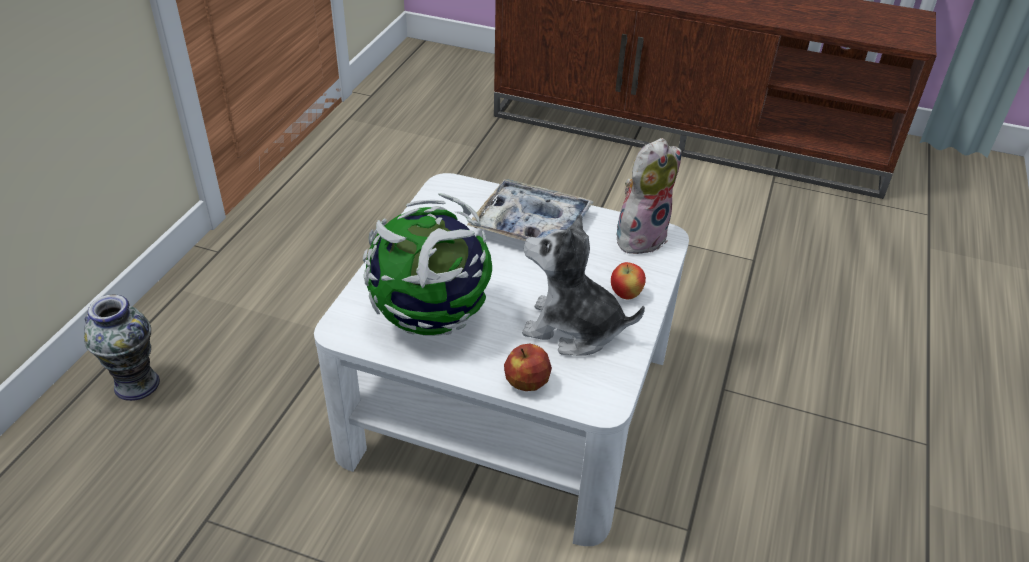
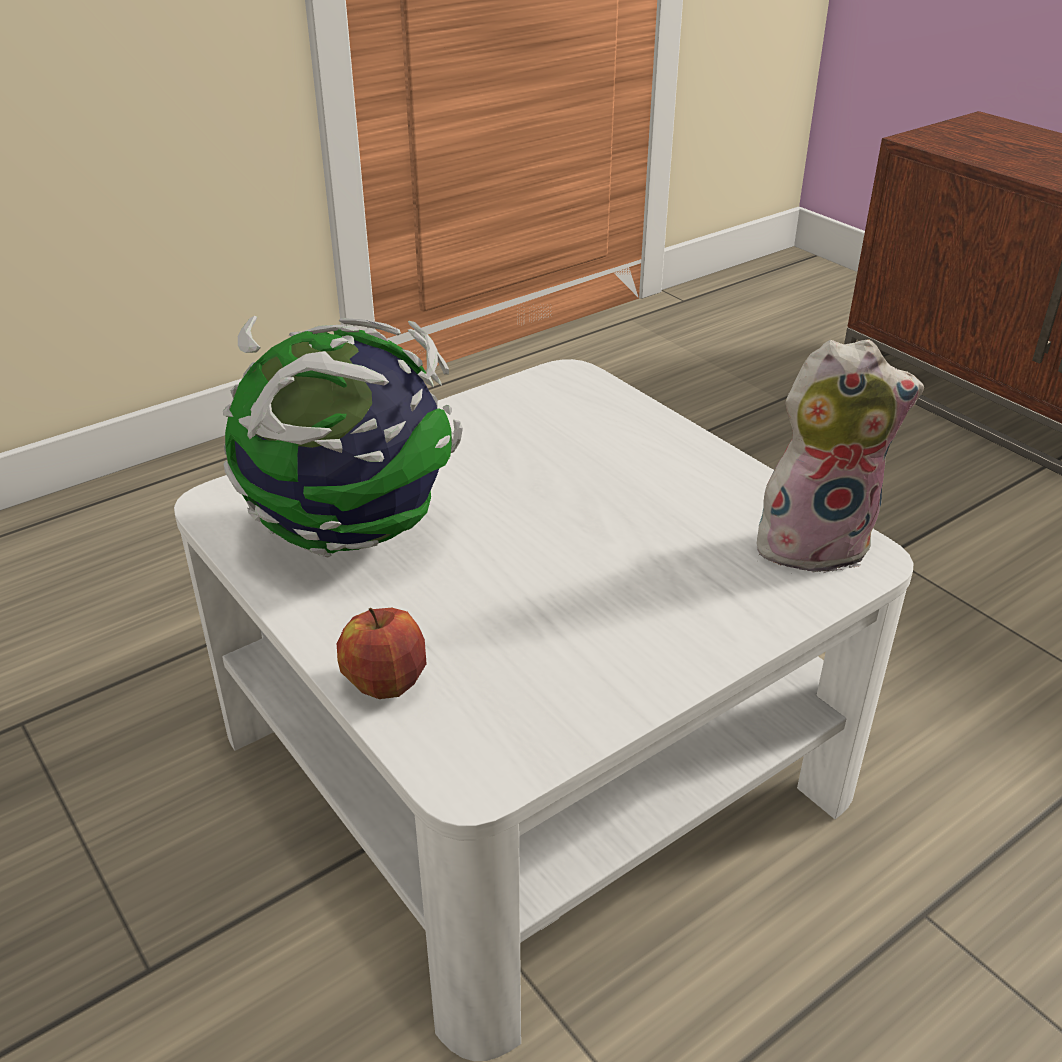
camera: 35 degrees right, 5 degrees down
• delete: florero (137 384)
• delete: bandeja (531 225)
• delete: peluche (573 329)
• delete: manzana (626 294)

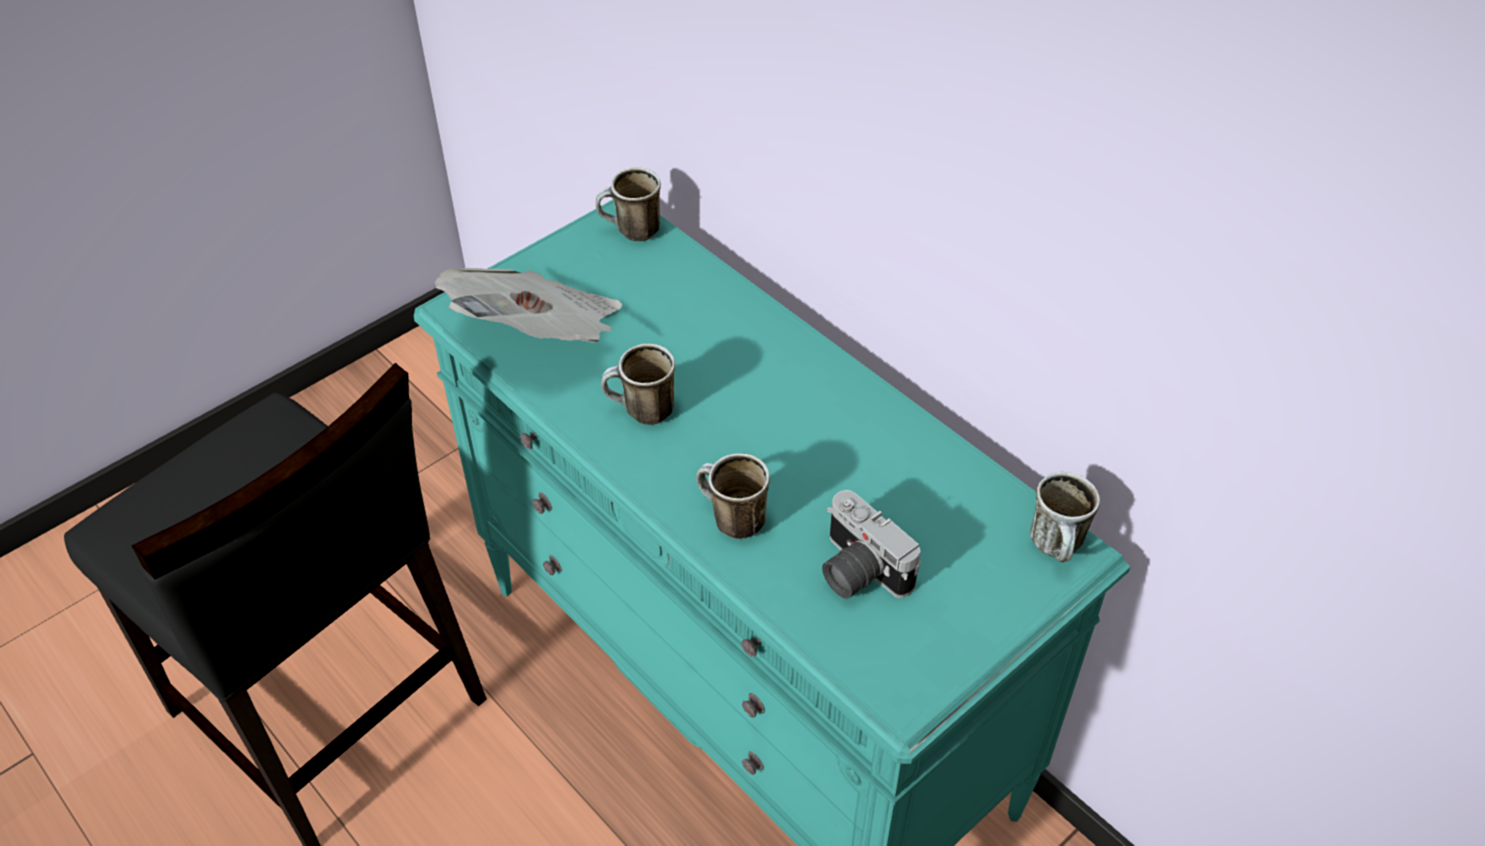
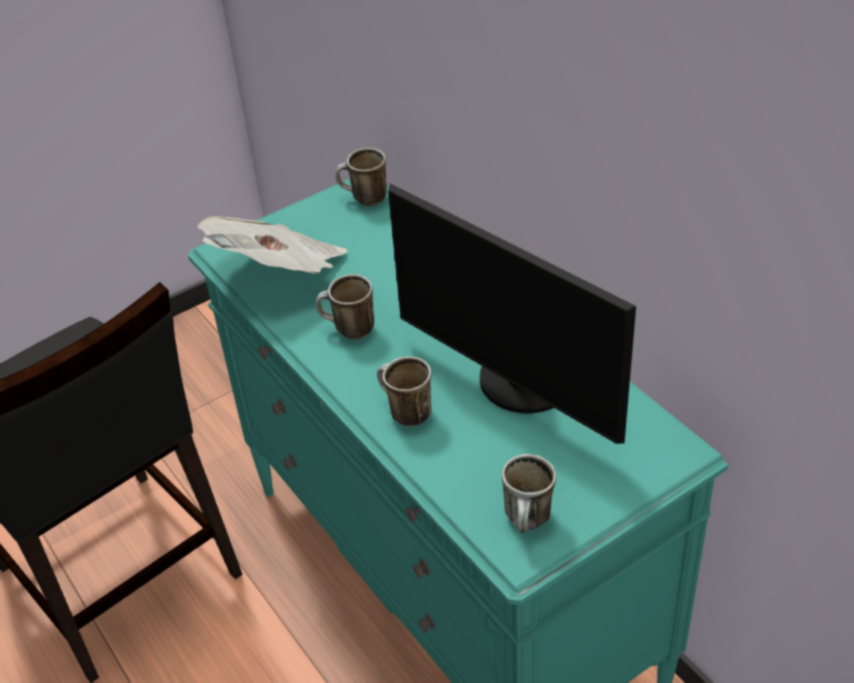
camera: 10 degrees right, 5 degrees down
• insert: monitor (520 385)
• move: taza grande (1058 549) to (529 522)
• delete: cámara (856 571)

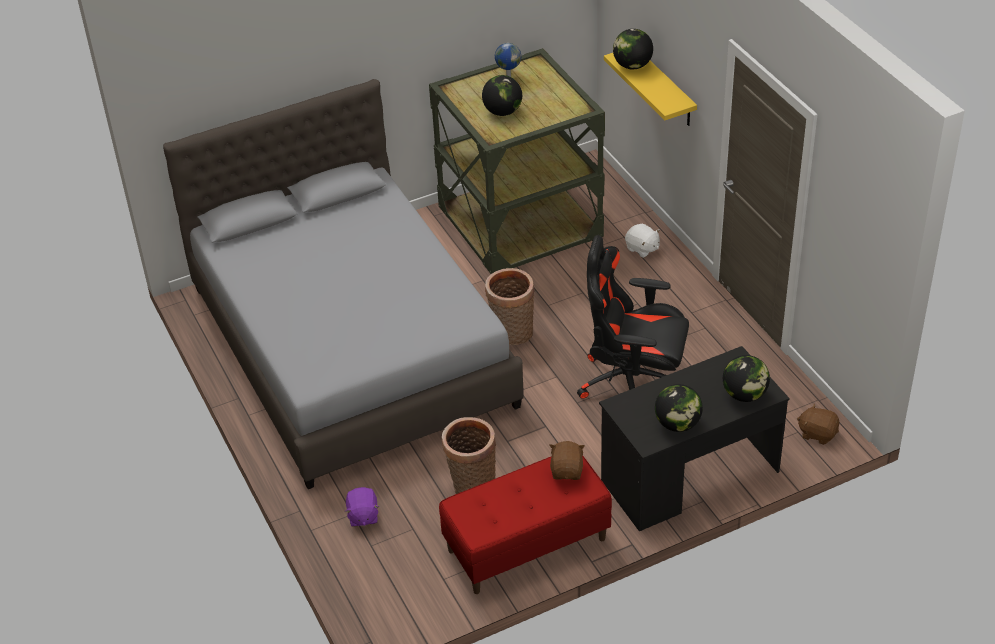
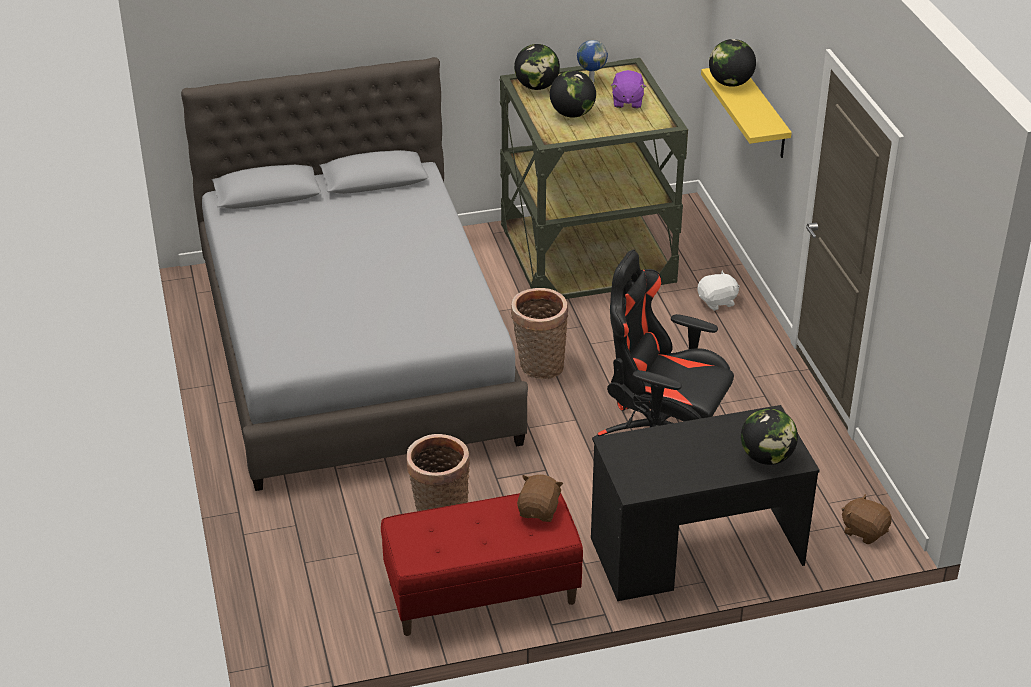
camera: 10 degrees right, 5 degrees down
• move: globo terráqueo (677 424) to (536 87)
• move: peluche/morado (362 516) to (627 102)
• rotate: peluche/blanco (642 249) = (717 302) 75 degrees counterclockwise

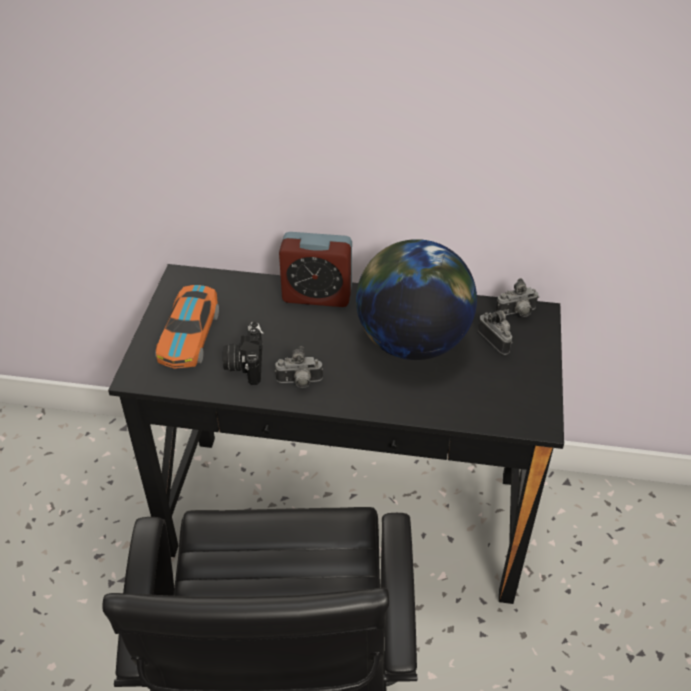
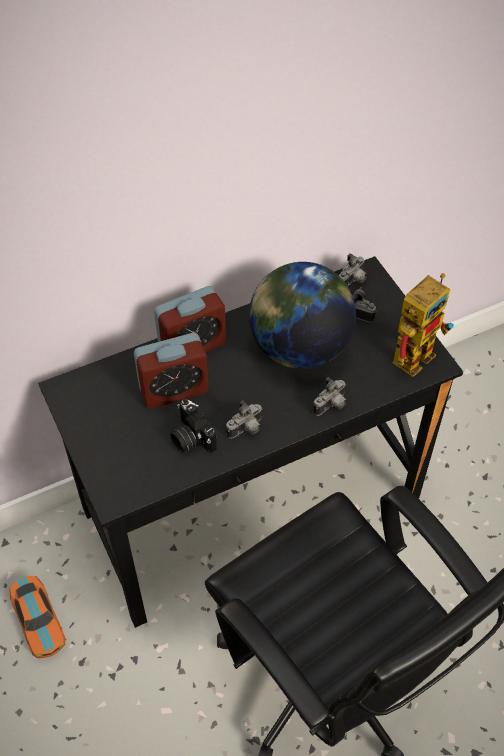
camera: 35 degrees left, 10 degrees up
• move: coche de juguete (189 335) to (38 620)
• insert: despertador (174 390)
• insert: cámara (331 406)
• insert: robot de juguete (416 351)

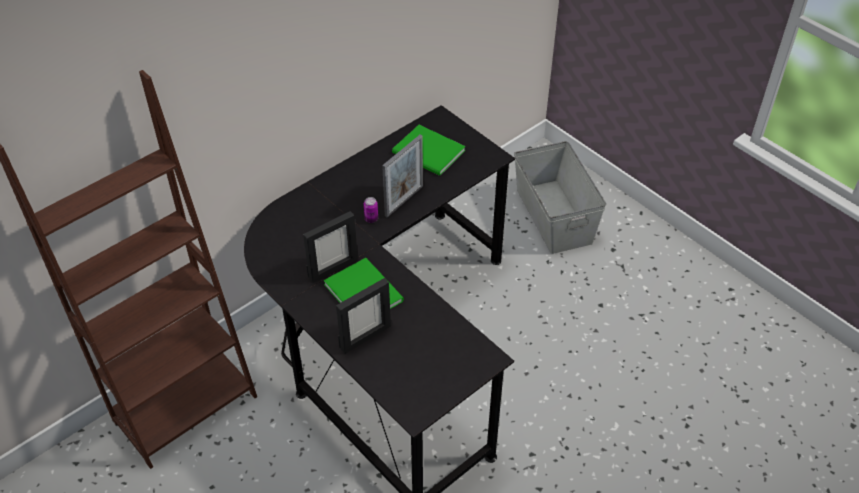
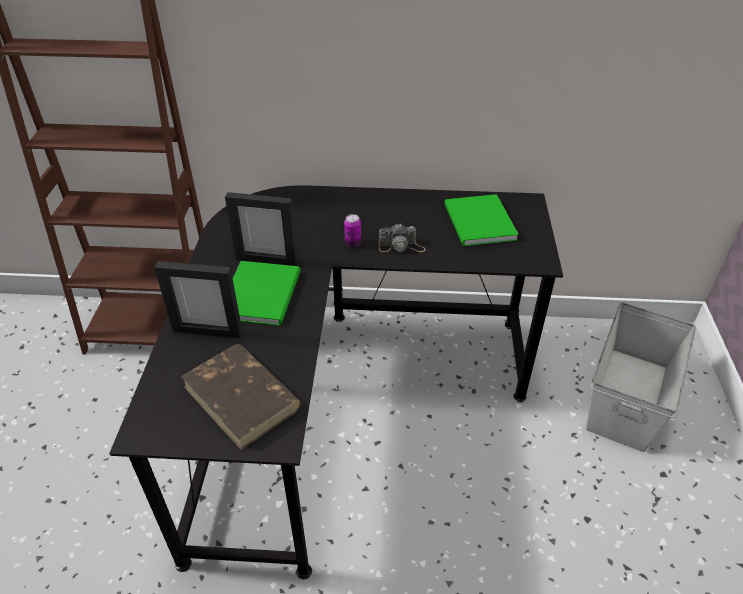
camera: 45 degrees right, 5 degrees down
• insert: libro/marrón (242 398)
• replace: portarretratos (404 201) to cámara (401 246)

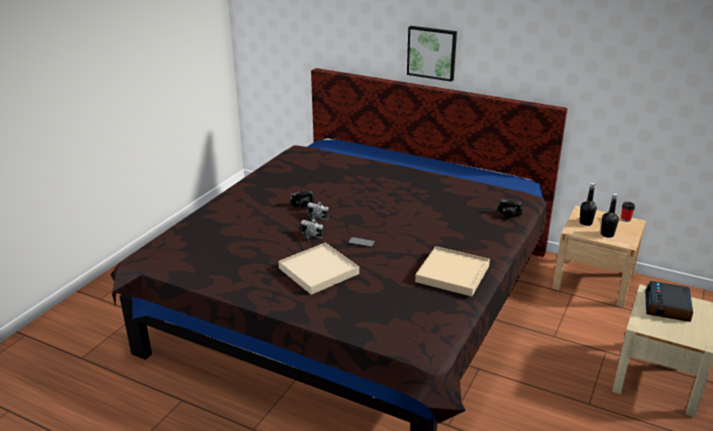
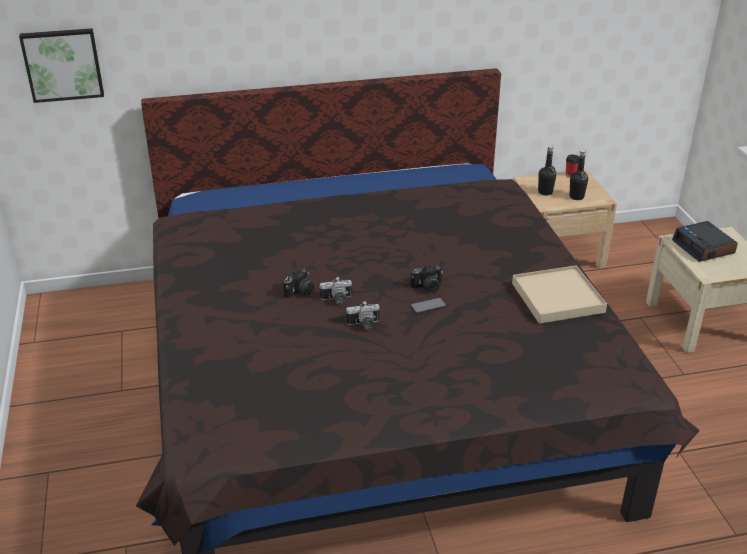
camera: 40 degrees left, 5 degrees up
• move: cuadro (432 52) to (63 64)
• move: cámara (508 215) to (427 287)
• delete: bandeja/beis (318 271)

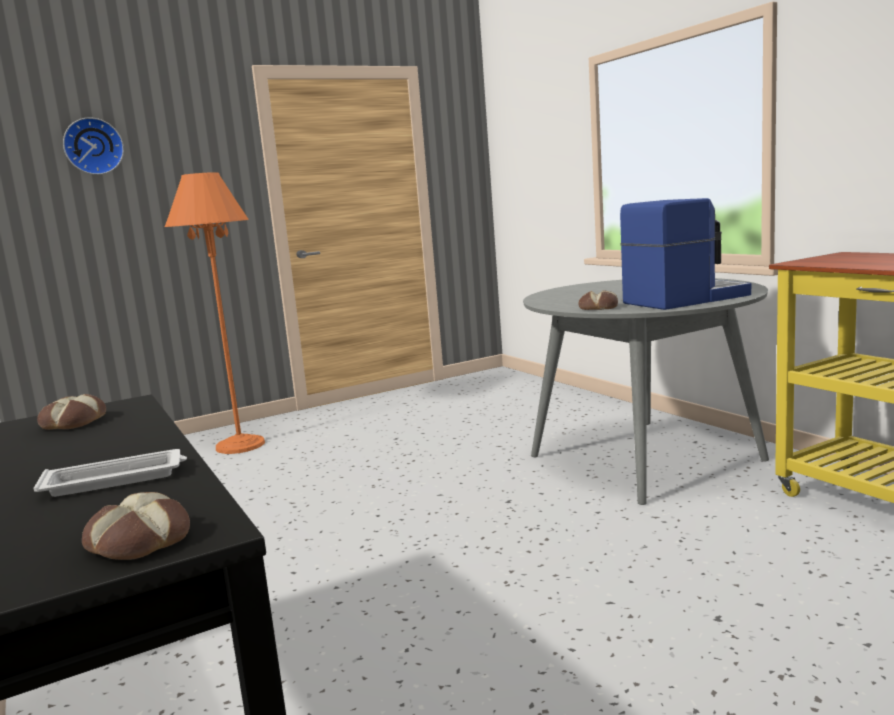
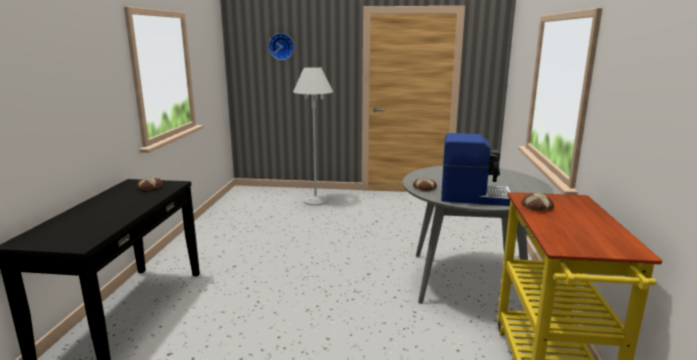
camera: 35 degrees right, 5 degrees up
• recolor: lámpara de pie/naranja (240 445) to lámpara de pie/blanco (315 201)
• move: pan (138 541) to (536 207)
• delete: bandeja/blanco (116 480)

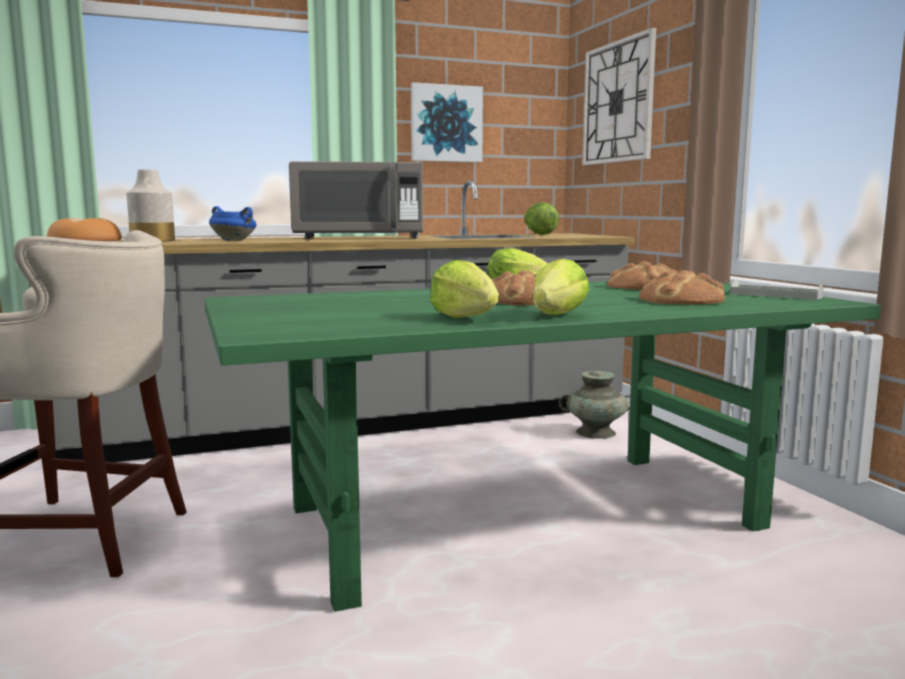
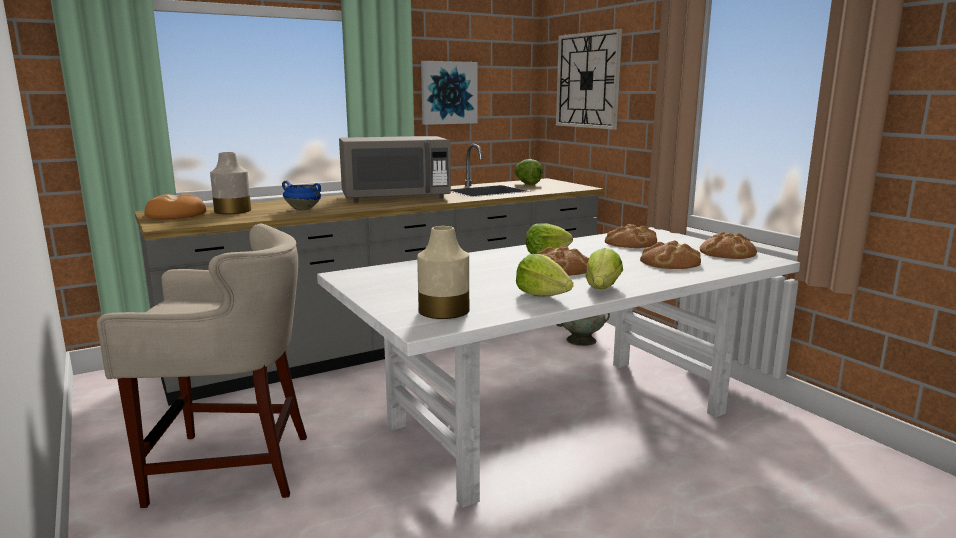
camera: 10 degrees left, 5 degrees up
• recolor: mesa de comedor/verde (527 517) to mesa de comedor/blanco (561 418)
• insert: florero/beis (443 310)
• replace: bandeja/gris (775 295) to pan (727 252)

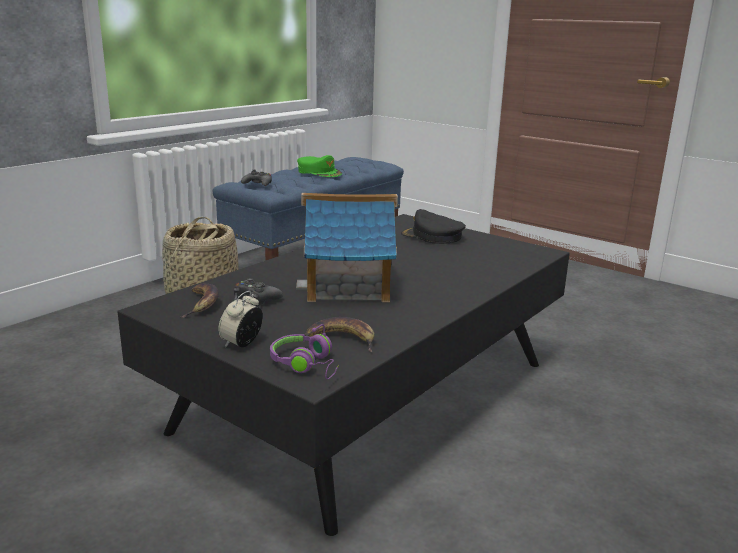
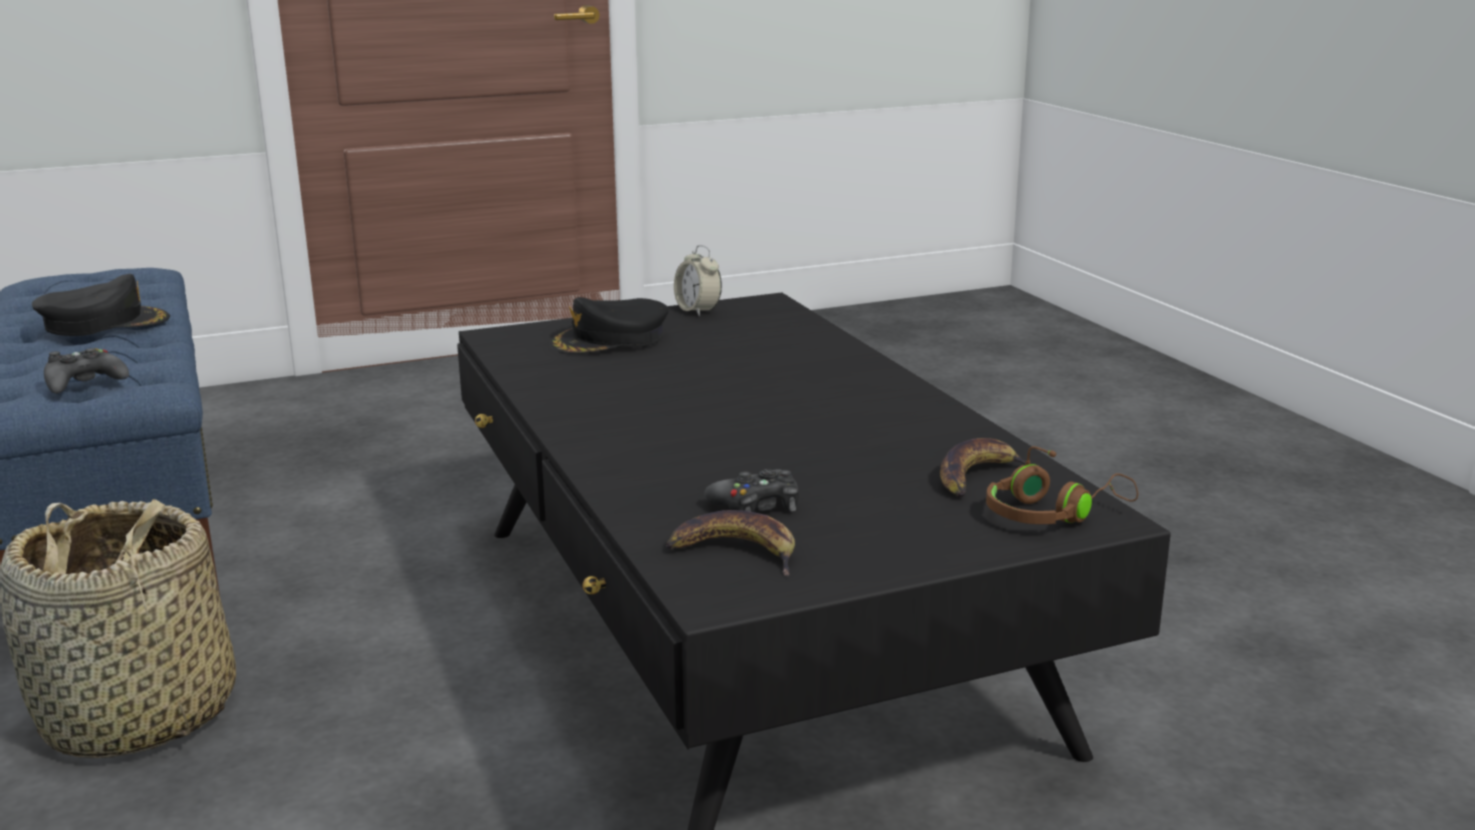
camera: 60 degrees left, 0 degrees up
• recolor: gorra/verde (319 172) to gorra/negro (104 323)
• move: despertador (242 343) to (698 311)
• recolor: auriculares/morado (307 365) to auriculares/marrón (1051 514)
• delete: casita (348 286)

